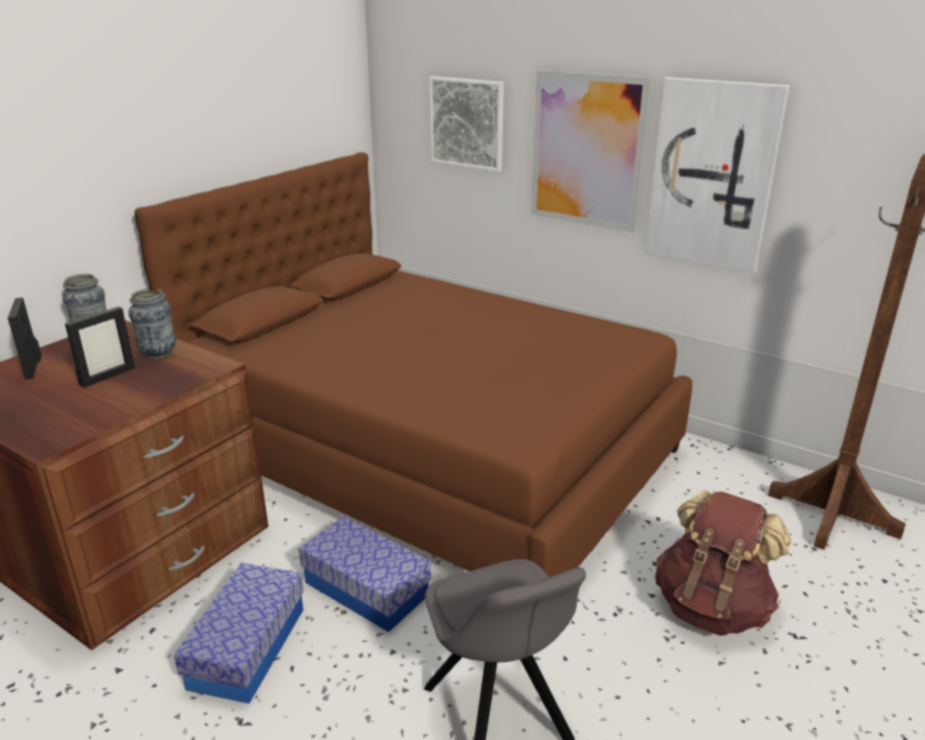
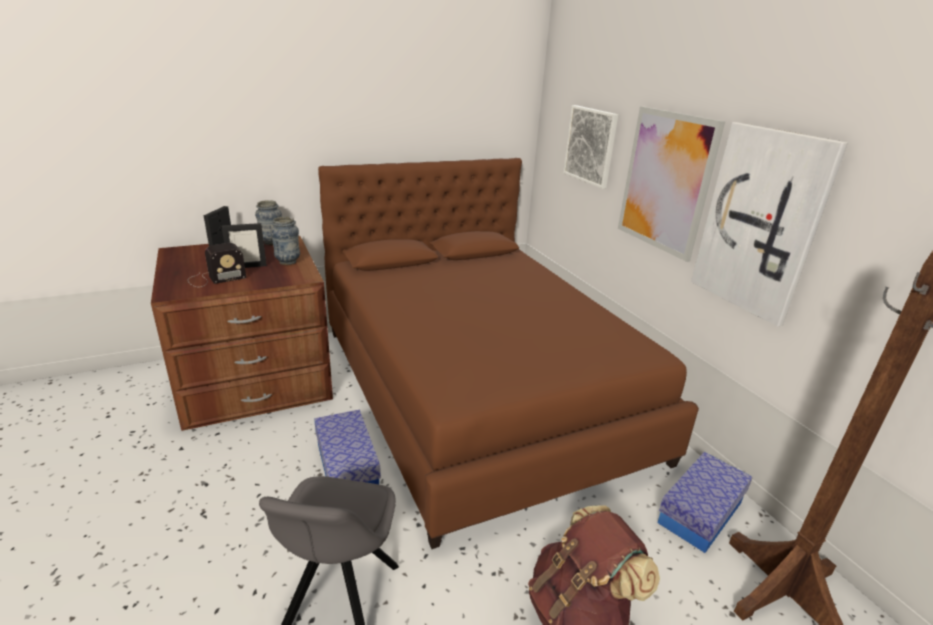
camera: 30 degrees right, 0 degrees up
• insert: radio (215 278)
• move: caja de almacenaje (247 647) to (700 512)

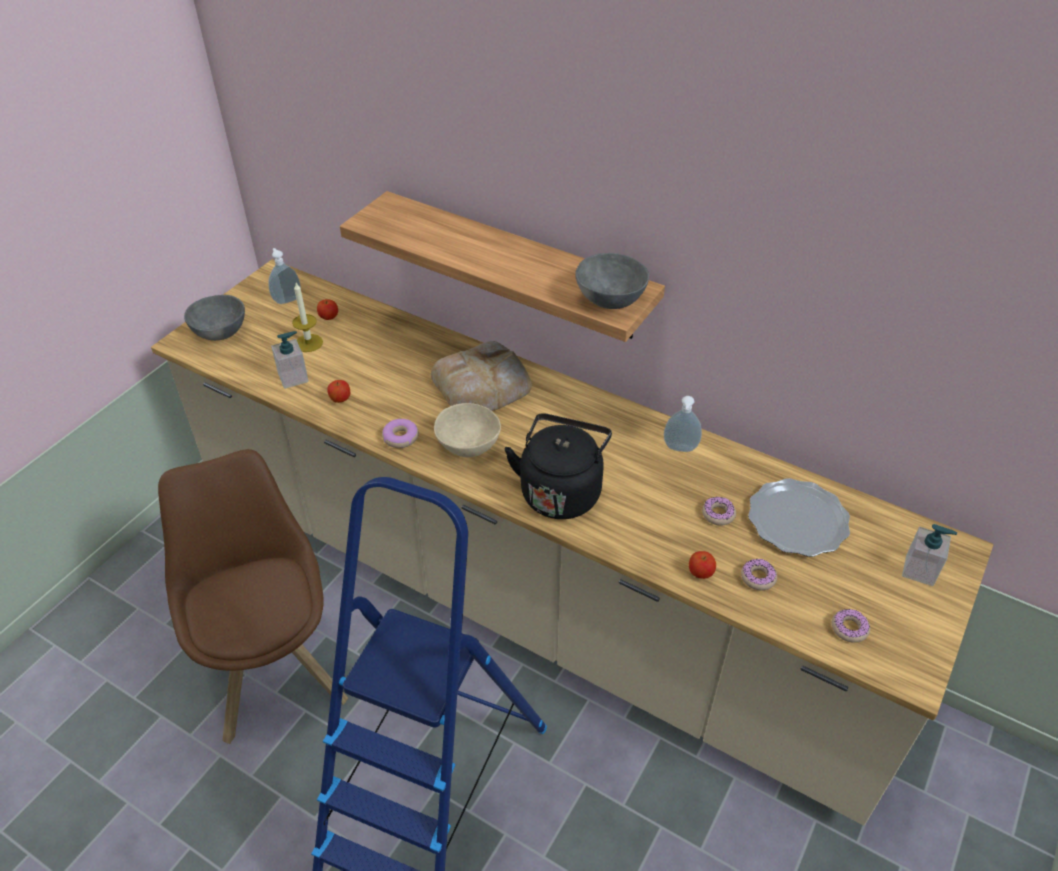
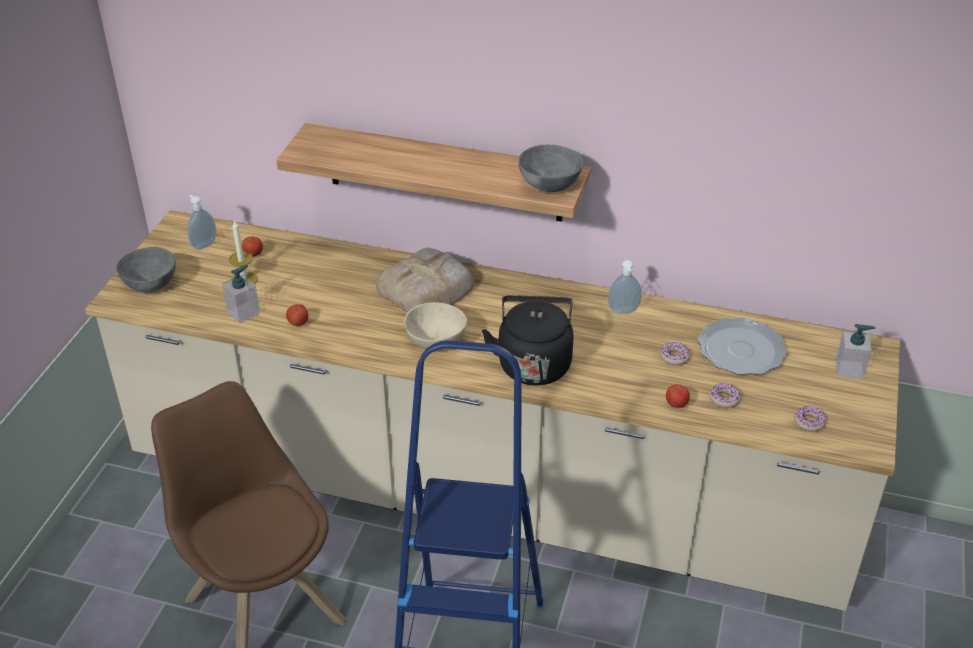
camera: 15 degrees left, 5 degrees down
• delete: rosquilla (401 437)

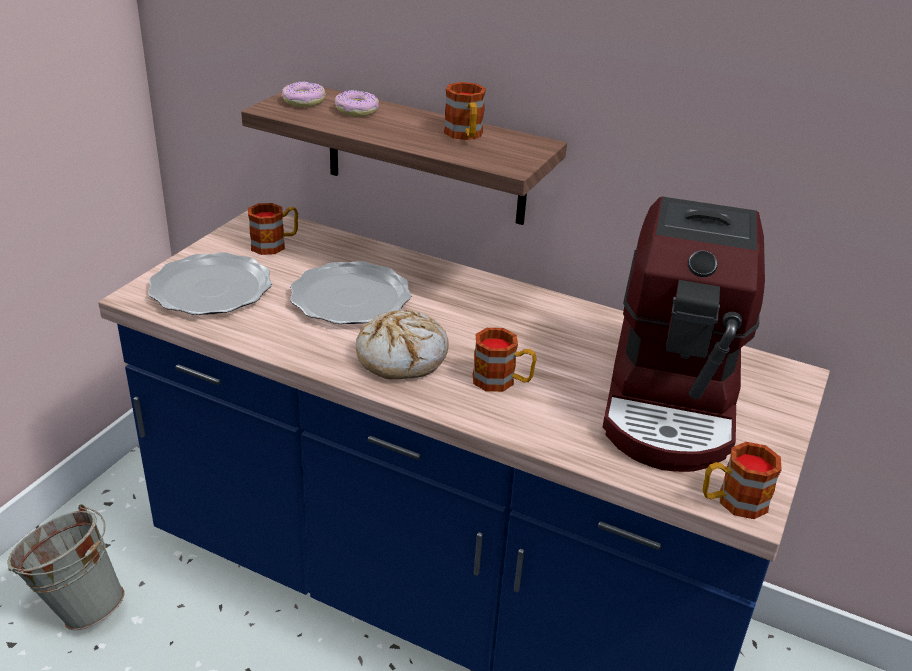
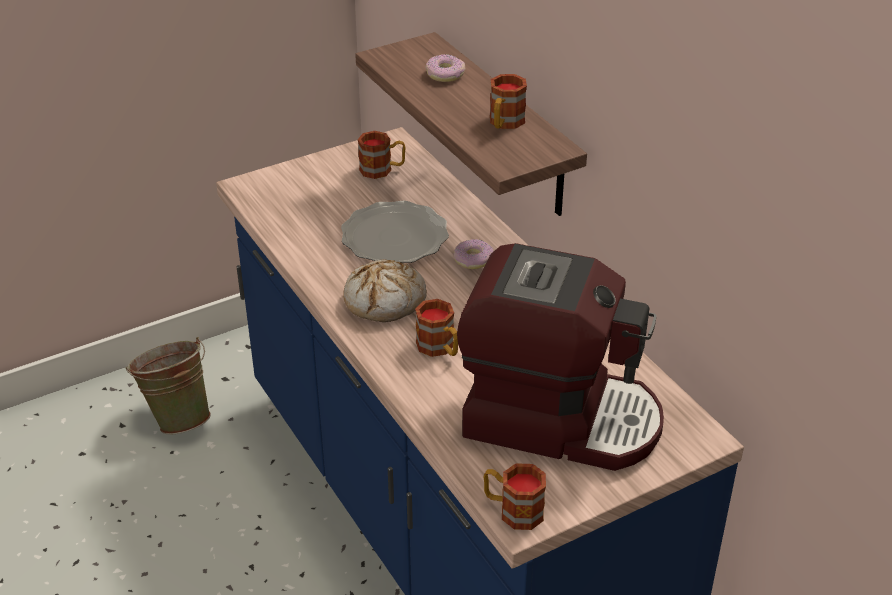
camera: 35 degrees right, 5 degrees up
• recolor: cubo/gris (77 606) to cubo/verde (178 417)
• move: rosquilla (303 101) to (473 259)
• rotate: cafetera (672 402) = (559 417) 120 degrees counterclockwise
• delete: plato (212 289)

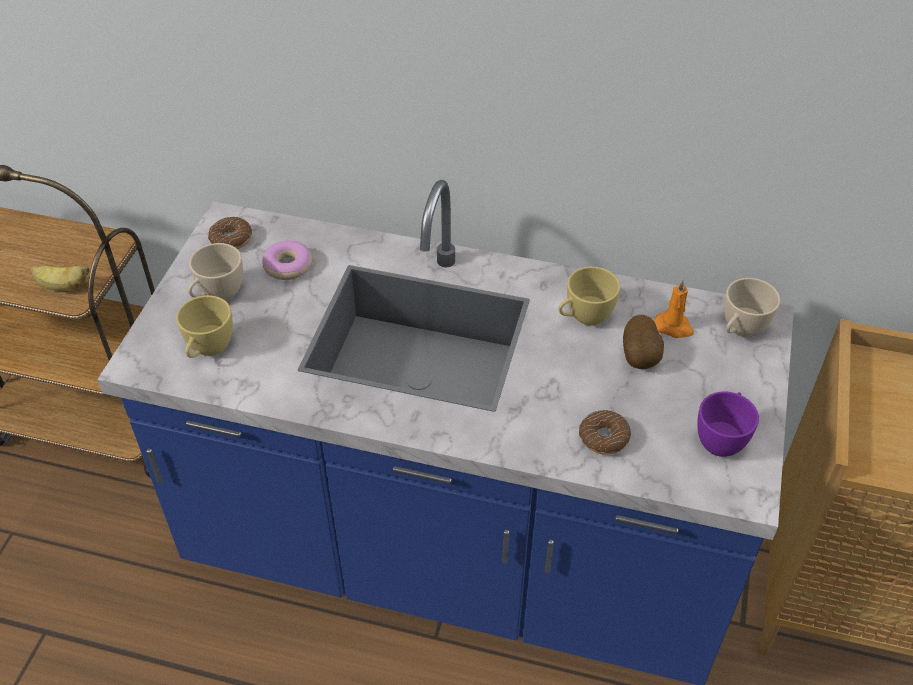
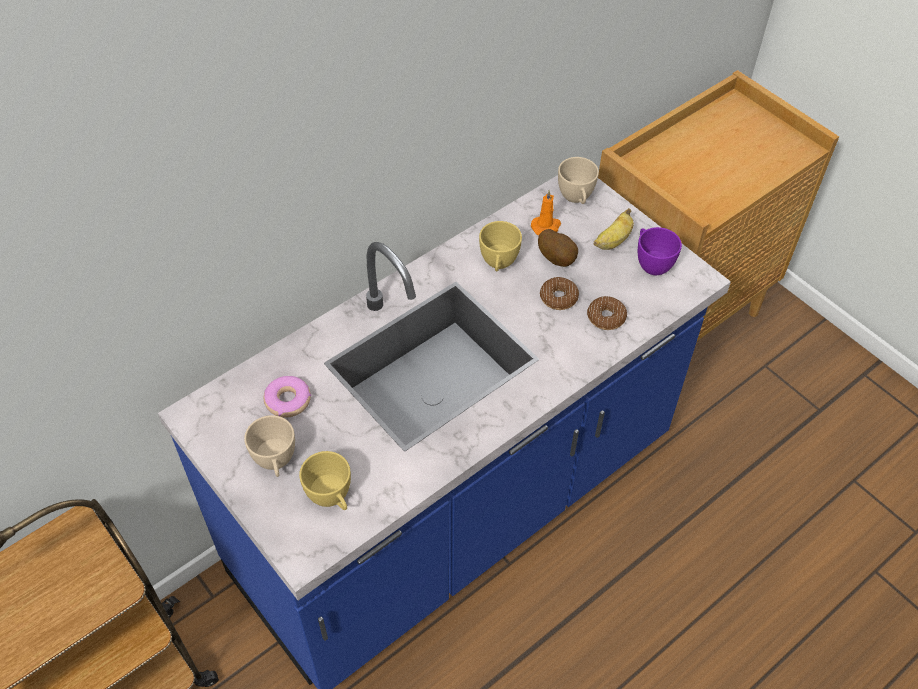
camera: 55 degrees left, 5 degrees up
• move: rosquilla (231 239) to (558 298)
• move: plátano (62 286) to (613 241)

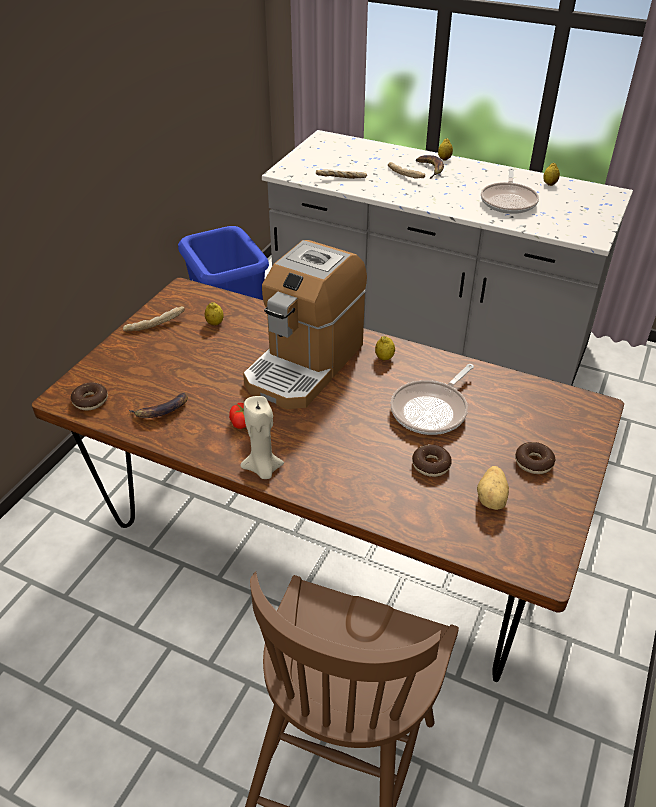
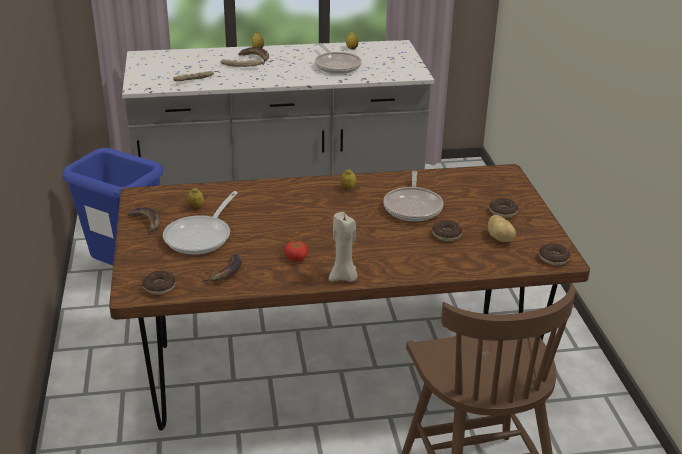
camera: 35 degrees left, 10 degrees down
• replace: pan (155 324) to plátano (146 223)
• insert: sartén (201 236)
• insert: rosquilla (553 258)
• delete: cafetera (304 364)

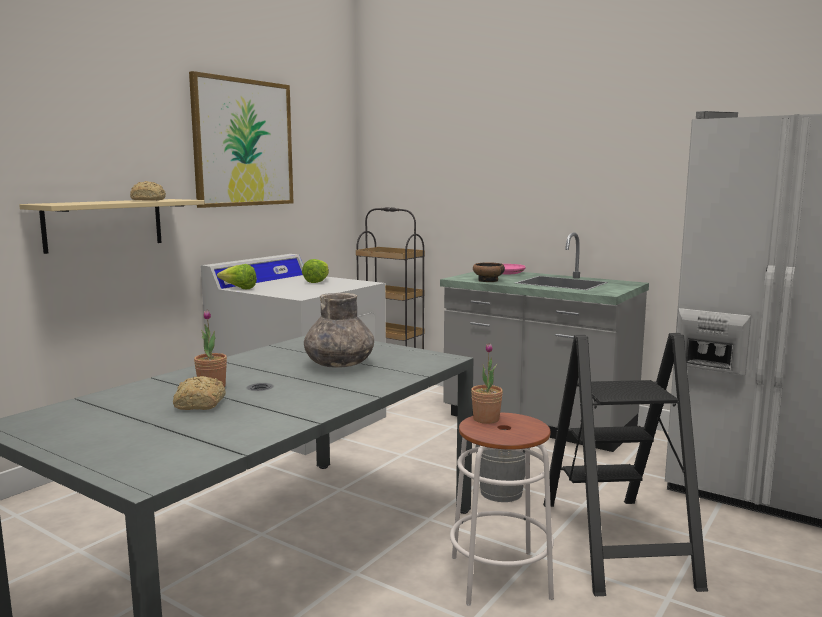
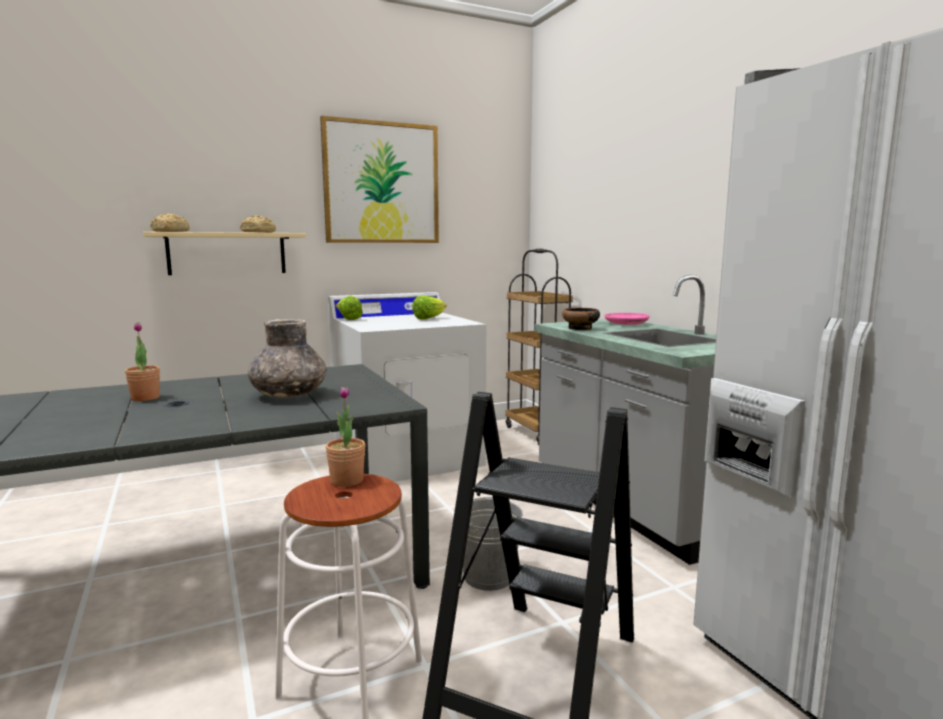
camera: 30 degrees right, 0 degrees up
• move: pan (199 405) to (169 231)

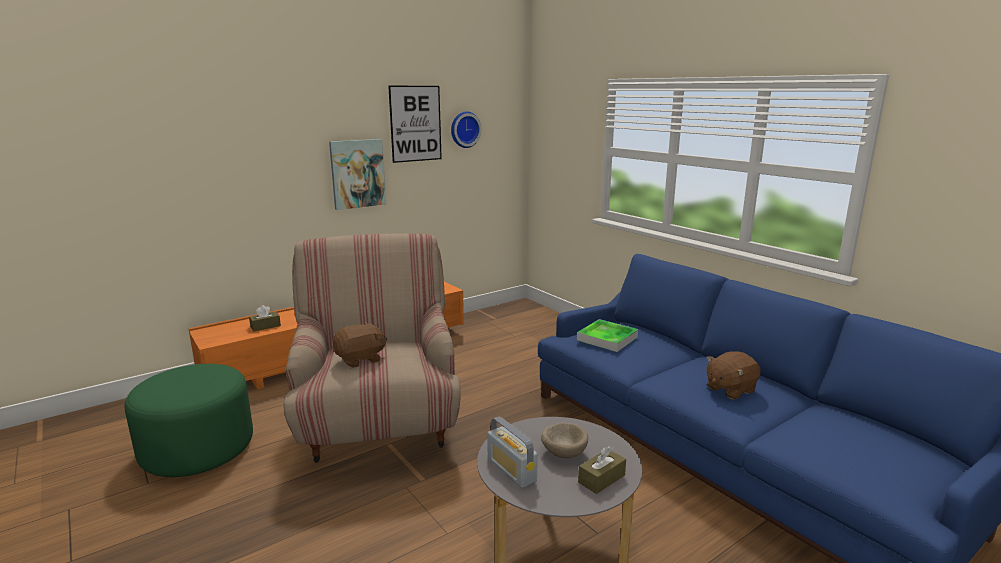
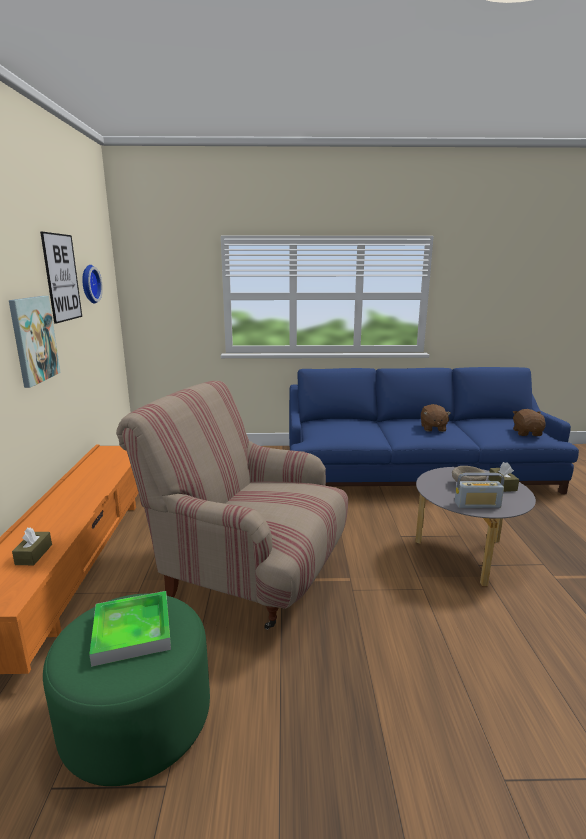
camera: 55 degrees left, 0 degrees up
• move: bandeja (607 338) to (132 631)
• move: peluche/marrón (360 359) to (527 433)

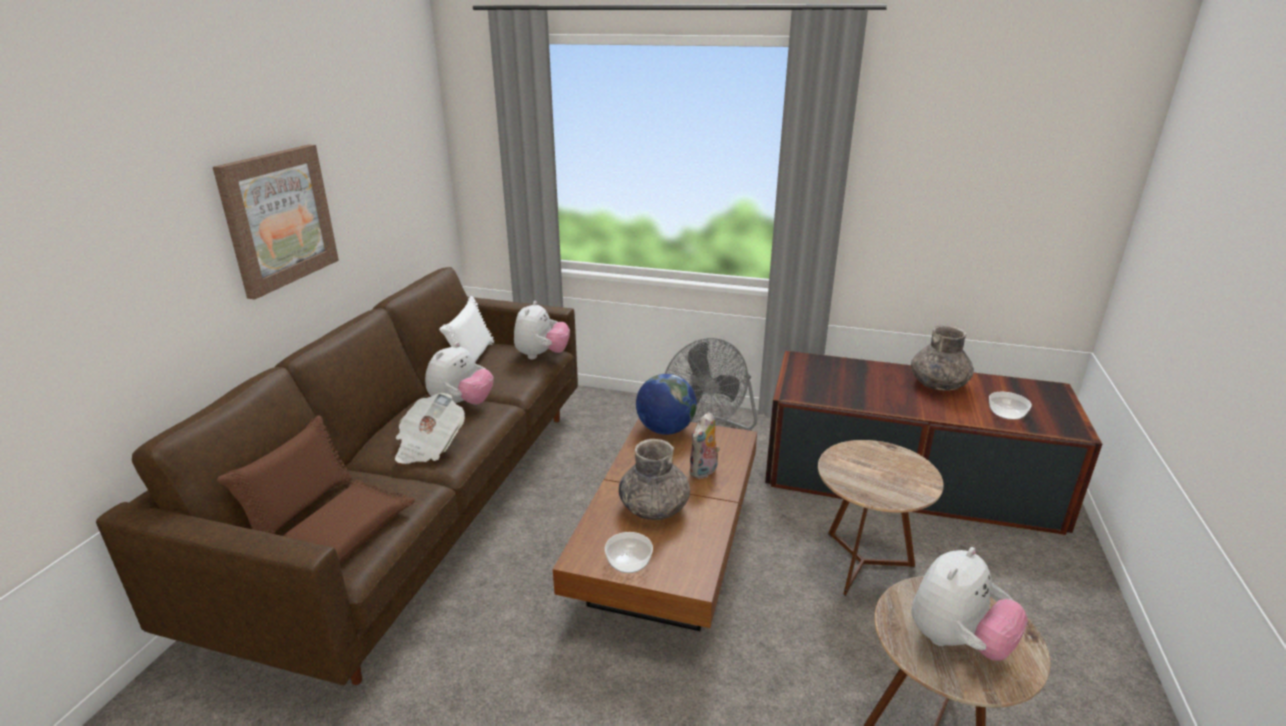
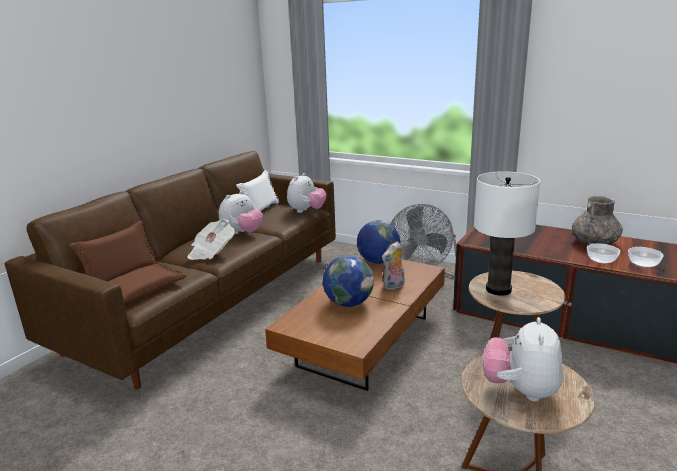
camera: 15 degrees right, 5 degrees down
• replace: florero/gris (654 508) to globo terráqueo (348 303)
• insert: lámpara de mesa/blanco (498 289)
• rotate: peluche (957 642) = (520 390) 135 degrees clockwise
• move: cuenco (628 561) to (601 259)
• delete: cuadro (278 218)

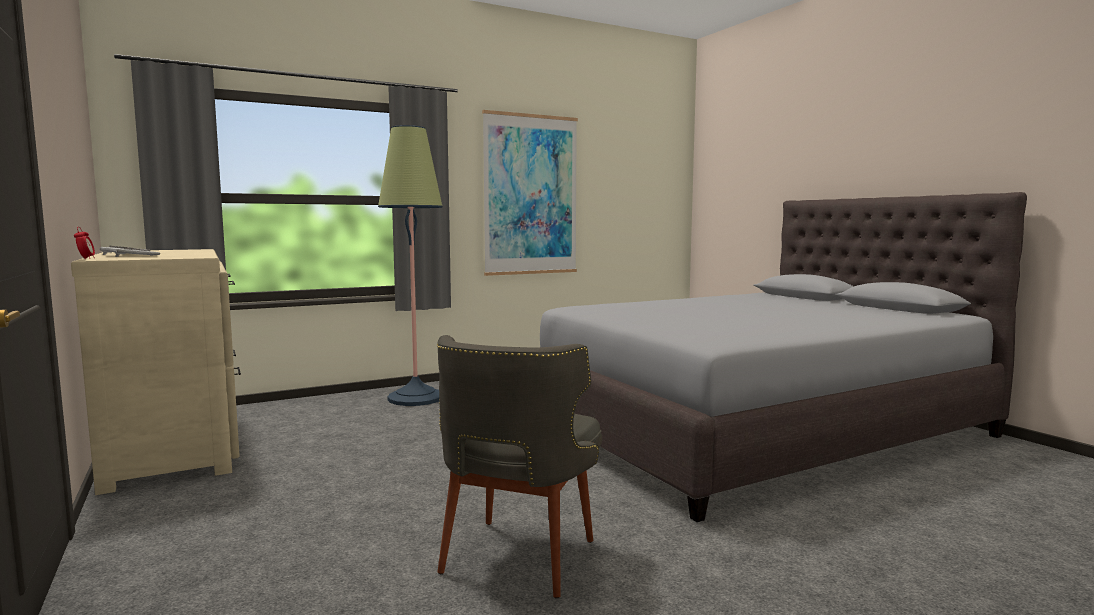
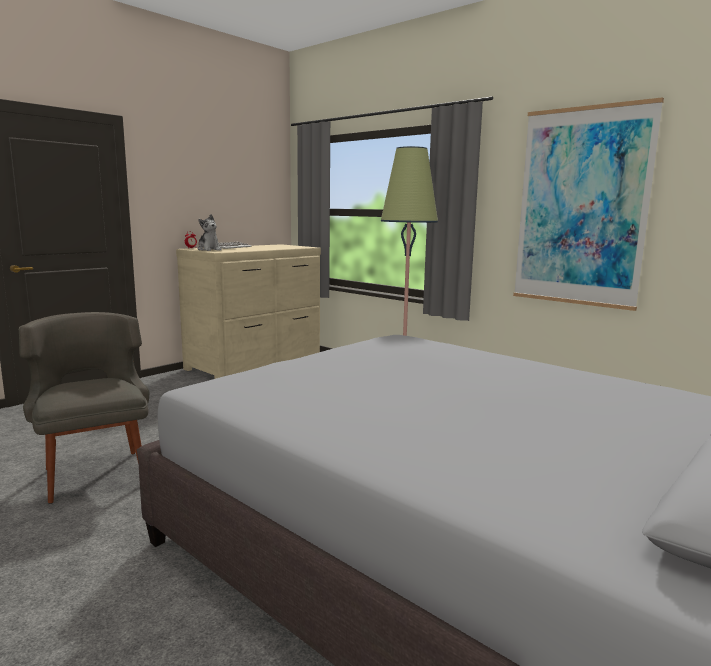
camera: 70 degrees right, 5 degrees up
• rotate: silla/gris (519 556) = (95 476) 60 degrees clockwise
• insert: peluche (209 250)

